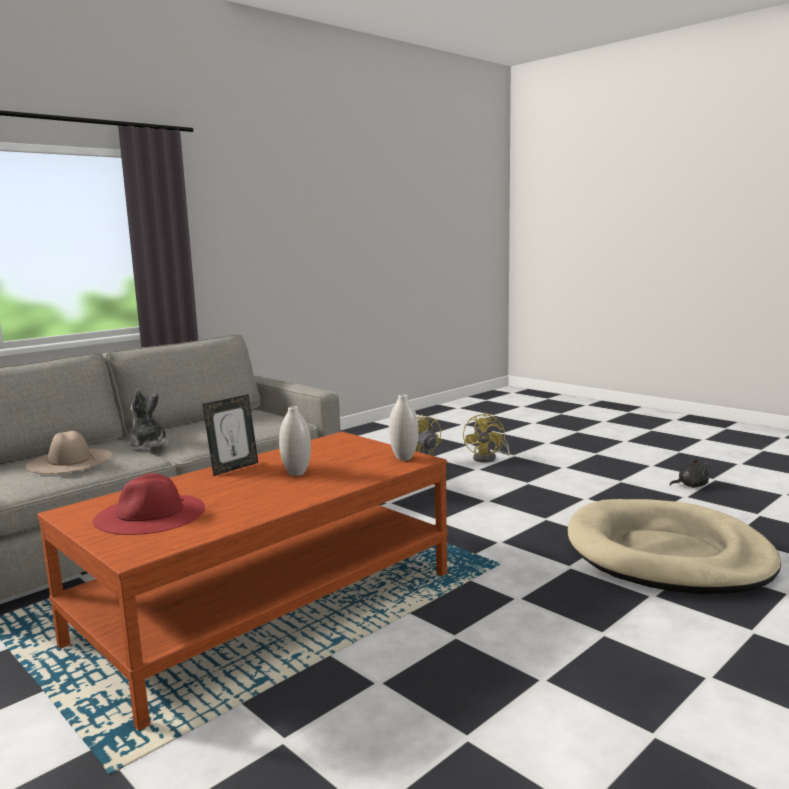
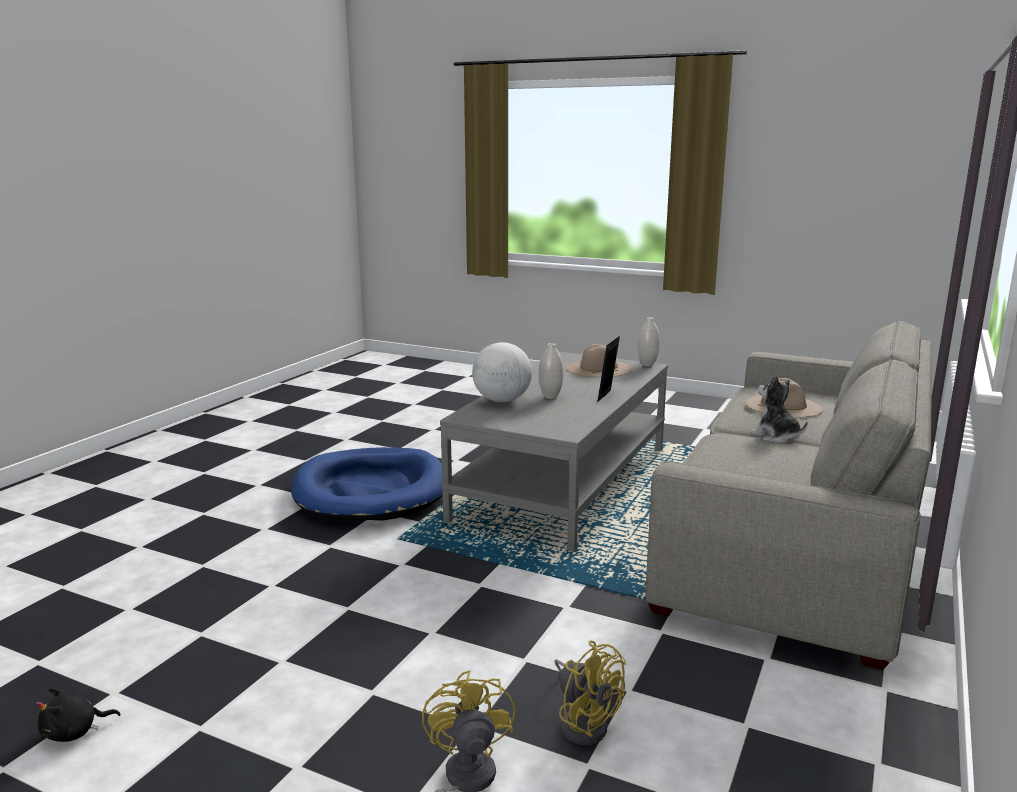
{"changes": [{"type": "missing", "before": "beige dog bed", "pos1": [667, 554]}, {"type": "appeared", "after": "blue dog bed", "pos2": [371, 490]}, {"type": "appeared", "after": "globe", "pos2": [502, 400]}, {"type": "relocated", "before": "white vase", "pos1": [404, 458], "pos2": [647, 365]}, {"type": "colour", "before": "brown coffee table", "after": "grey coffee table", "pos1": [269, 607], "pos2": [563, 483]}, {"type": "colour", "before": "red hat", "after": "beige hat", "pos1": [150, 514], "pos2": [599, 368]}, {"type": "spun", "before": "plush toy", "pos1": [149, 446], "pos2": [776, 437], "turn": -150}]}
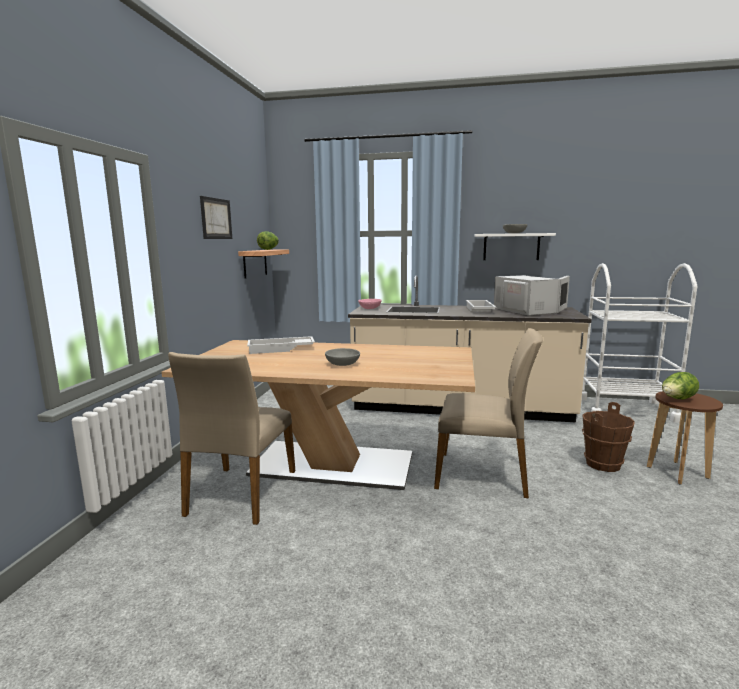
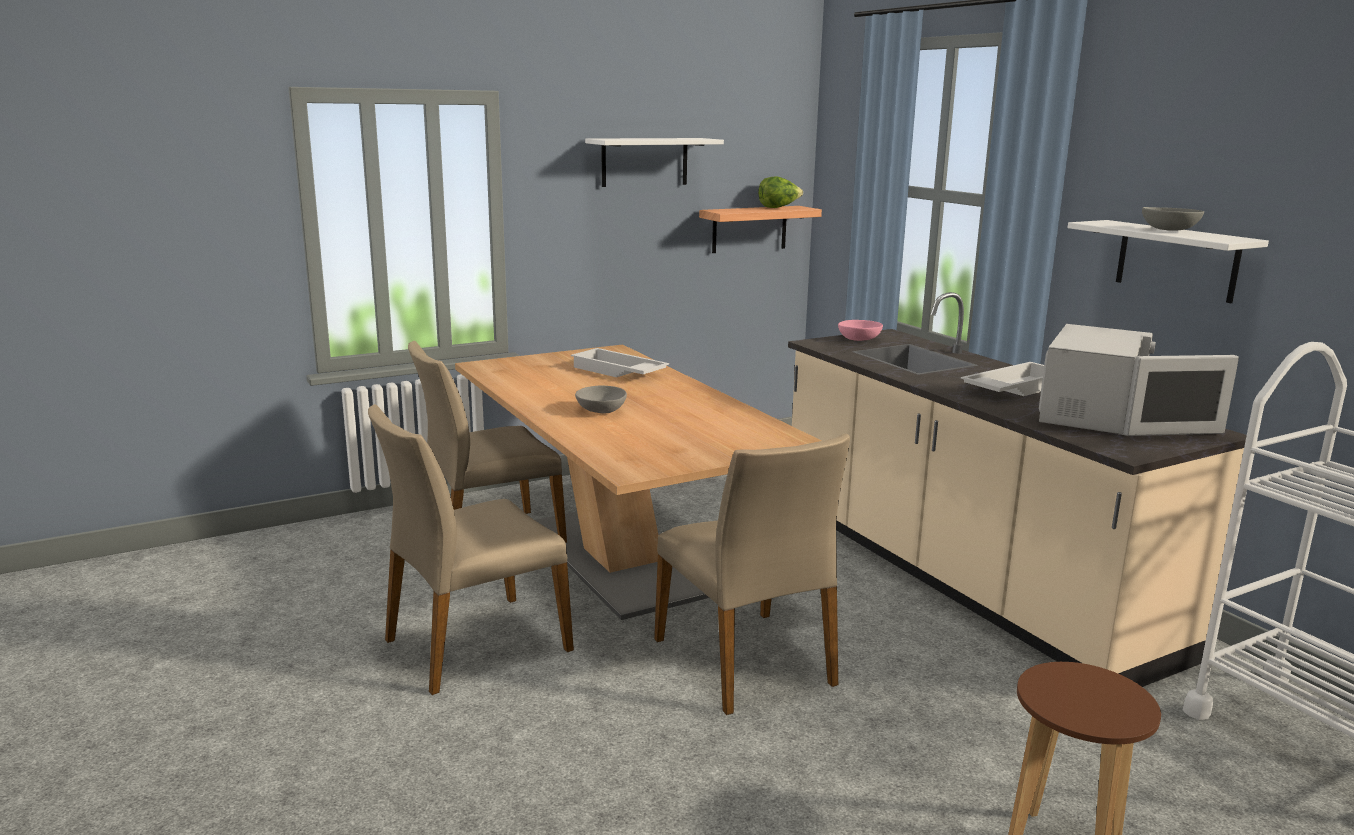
{"changes": [{"type": "missing", "before": "brown bucket", "pos1": [603, 464]}, {"type": "missing", "before": "lettuce", "pos1": [677, 399]}, {"type": "appeared", "after": "beige chair", "pos2": [475, 644]}, {"type": "exchanged", "before": "picture", "after": "white shelf", "pos1": [216, 218], "pos2": [644, 162]}]}
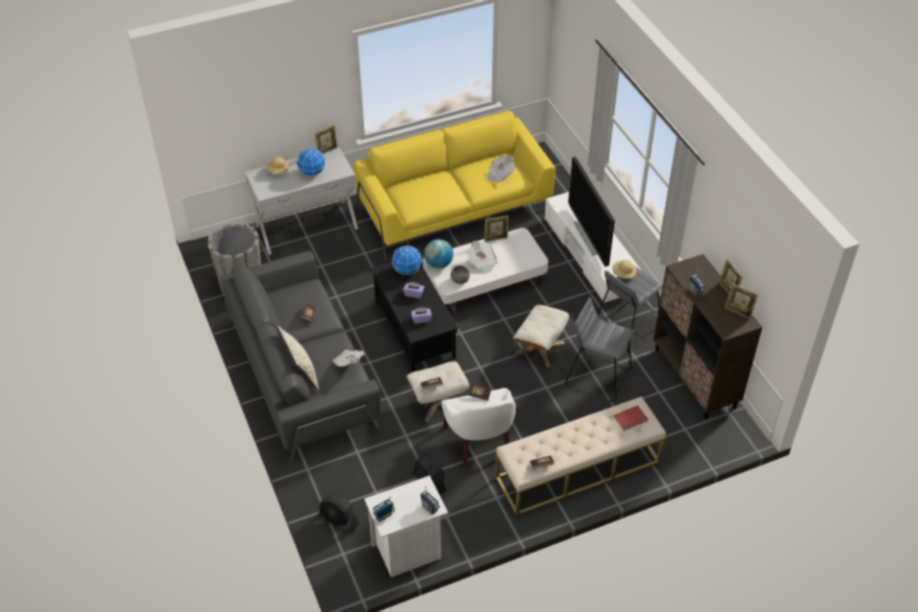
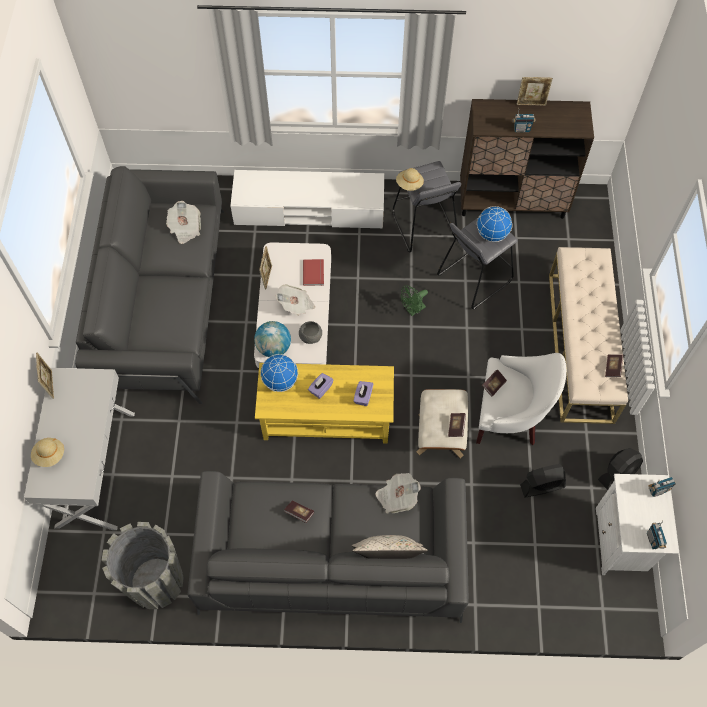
{"changes": [{"type": "missing", "before": "television", "pos1": [590, 237]}, {"type": "missing", "before": "picture frame", "pos1": [738, 312]}, {"type": "relocated", "before": "globe", "pos1": [312, 173], "pos2": [492, 234]}, {"type": "relocated", "before": "black fan", "pos1": [338, 521], "pos2": [618, 473]}, {"type": "relocated", "before": "red book", "pos1": [631, 419], "pos2": [314, 273]}, {"type": "exchanged", "before": "beige ottoman", "after": "green fan", "pos1": [540, 348], "pos2": [413, 310]}, {"type": "colour", "before": "yellow sofa", "after": "grey sofa", "pos1": [454, 207], "pos2": [162, 300]}, {"type": "colour", "before": "black coffee table", "after": "yellow coffee table", "pos1": [414, 329], "pos2": [326, 416]}]}
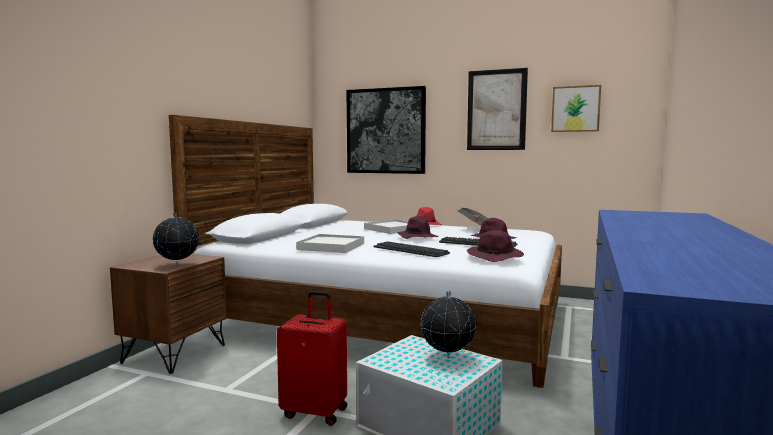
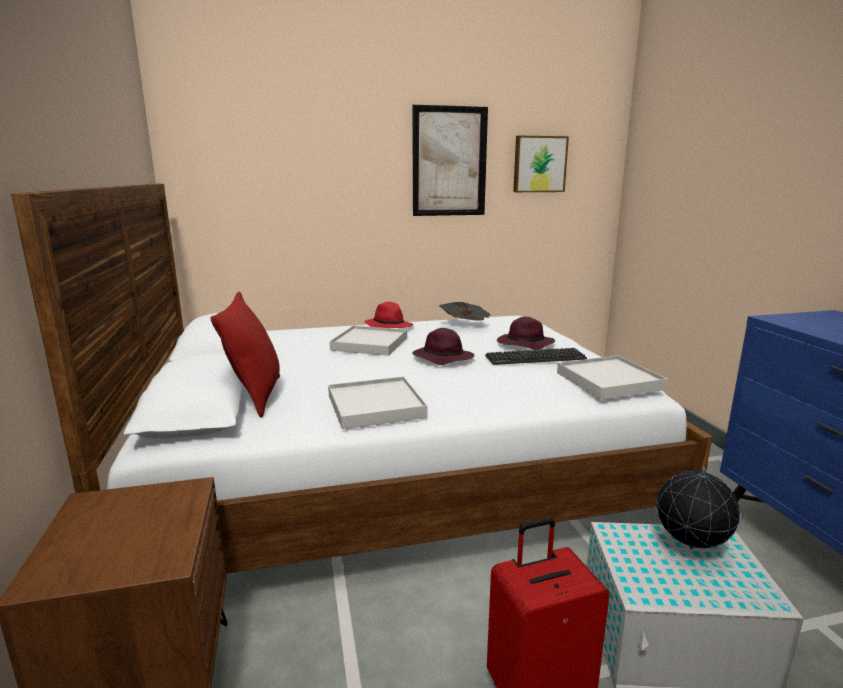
{"changes": [{"type": "missing", "before": "globe", "pos1": [177, 265]}, {"type": "missing", "before": "picture", "pos1": [385, 131]}, {"type": "missing", "before": "keyboard", "pos1": [410, 250]}, {"type": "appeared", "after": "red pillow", "pos2": [256, 396]}, {"type": "exchanged", "before": "purple hat", "after": "white tray", "pos1": [496, 256], "pos2": [609, 381]}]}
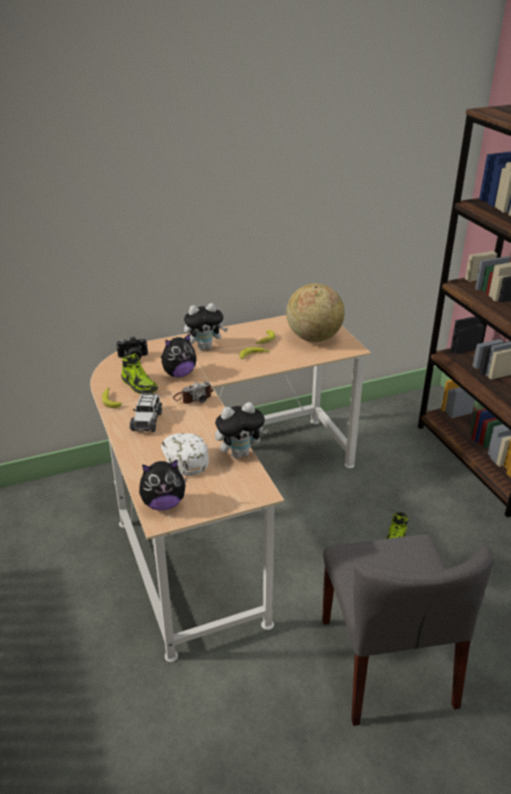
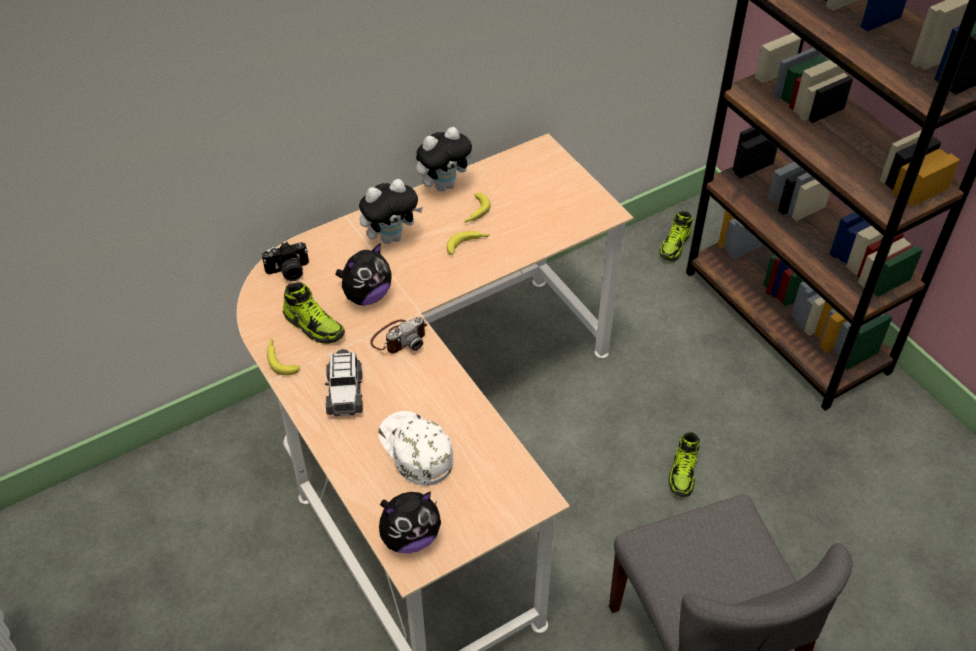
{"changes": [{"type": "missing", "before": "globe", "pos1": [313, 337]}, {"type": "appeared", "after": "shoe", "pos2": [675, 246]}, {"type": "relocated", "before": "plush toy", "pos1": [240, 453], "pos2": [444, 185]}]}
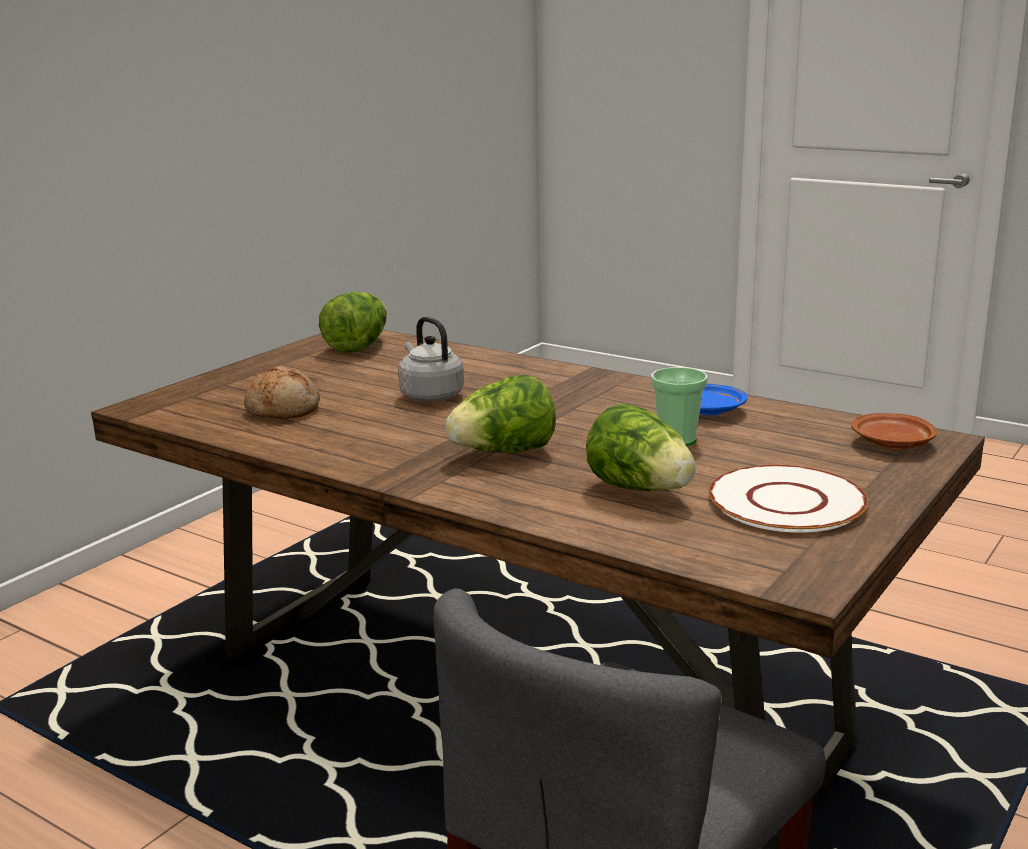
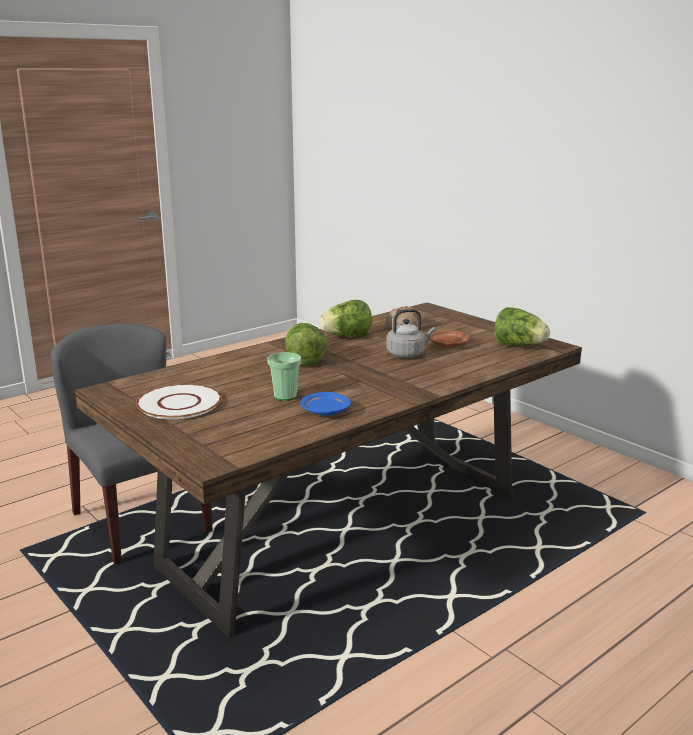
{"changes": [{"type": "relocated", "before": "lettuce", "pos1": [640, 489], "pos2": [347, 337]}, {"type": "relocated", "before": "brown plate", "pos1": [892, 444], "pos2": [448, 345]}]}
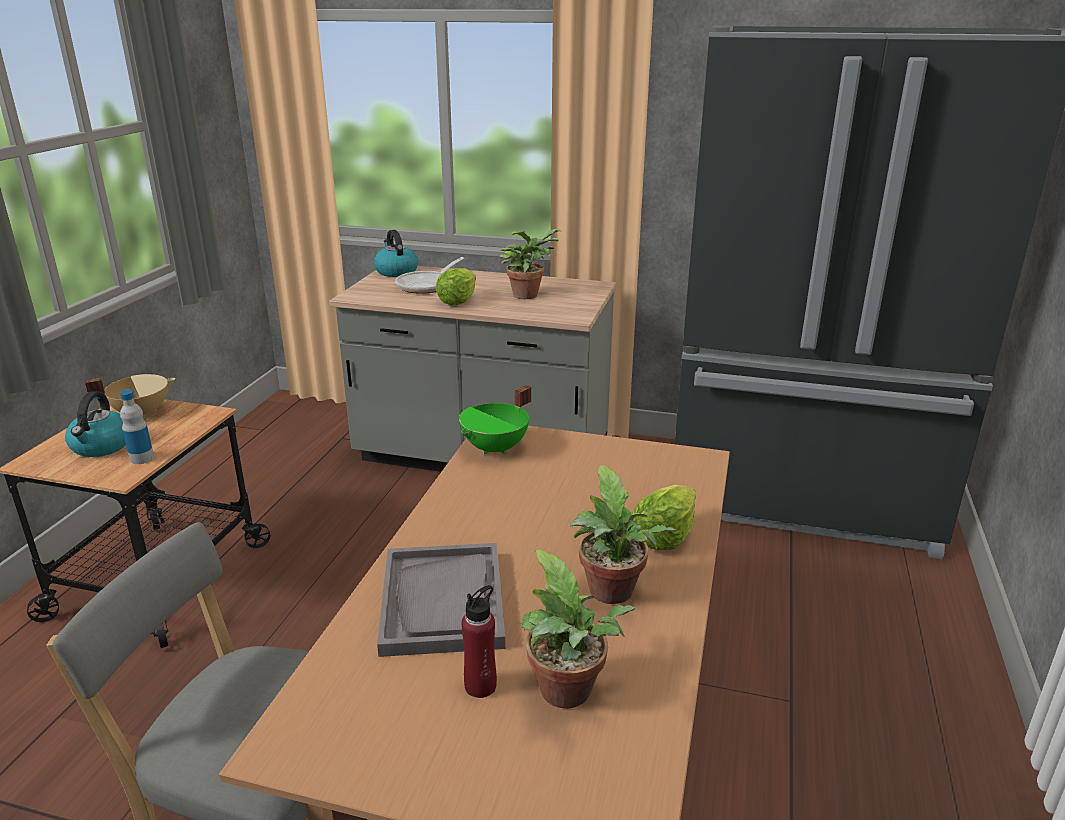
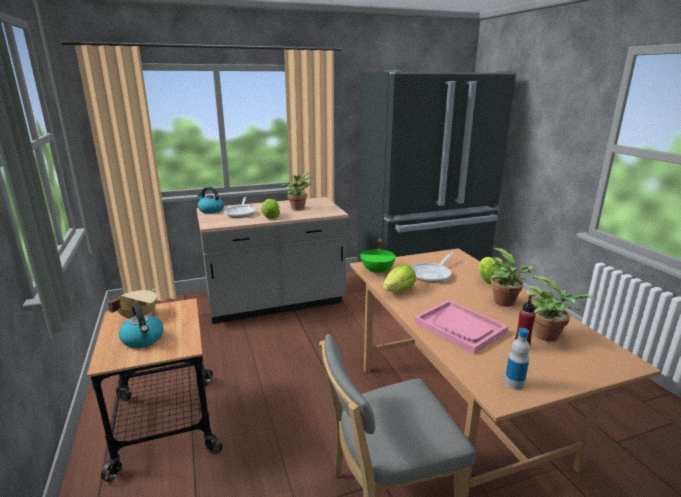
{"changes": [{"type": "appeared", "after": "lettuce", "pos2": [399, 290]}, {"type": "appeared", "after": "frying pan", "pos2": [432, 274]}, {"type": "relocated", "before": "bottle", "pos1": [142, 458], "pos2": [514, 383]}, {"type": "colour", "before": "grey tray", "after": "pink tray", "pos1": [443, 601], "pos2": [460, 327]}]}
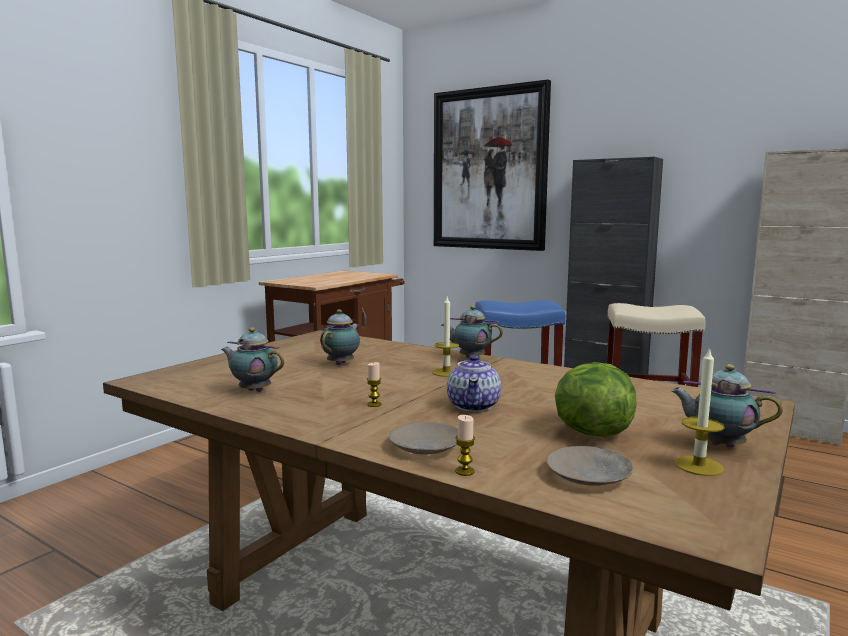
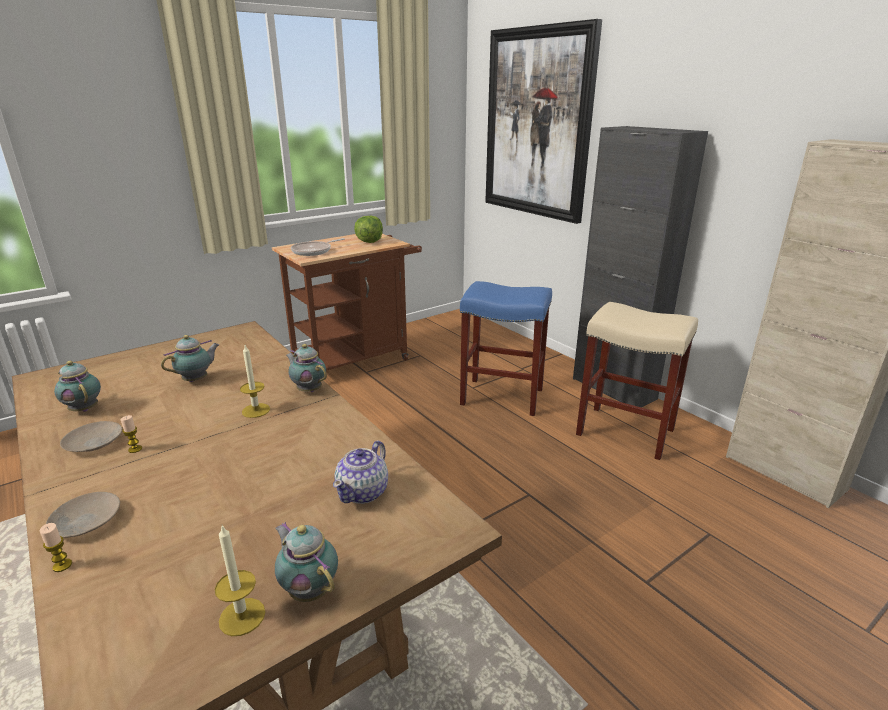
{"changes": [{"type": "appeared", "after": "frying pan", "pos2": [314, 251]}, {"type": "relocated", "before": "teapot", "pos1": [474, 405], "pos2": [363, 492]}, {"type": "relocated", "before": "beige plate", "pos1": [589, 475], "pos2": [94, 442]}, {"type": "relocated", "before": "lettuce", "pos1": [591, 432], "pos2": [369, 242]}]}
